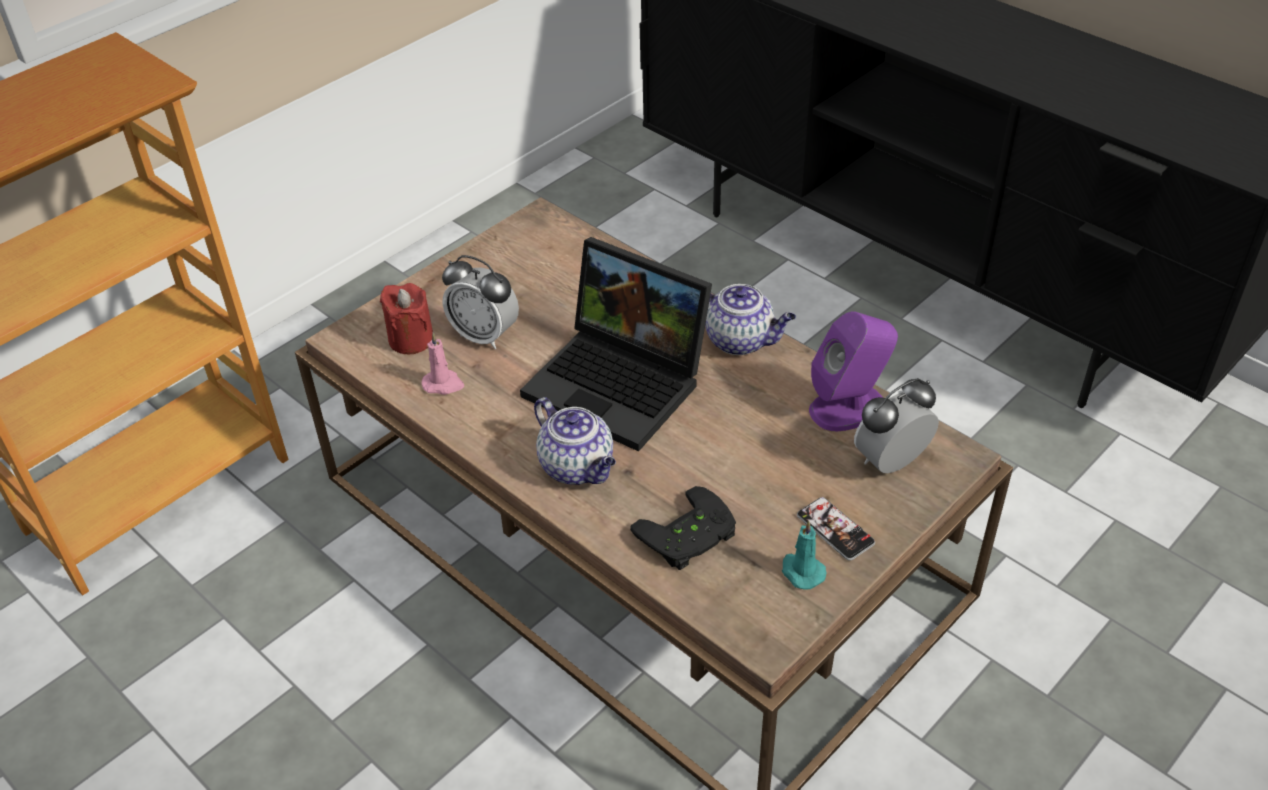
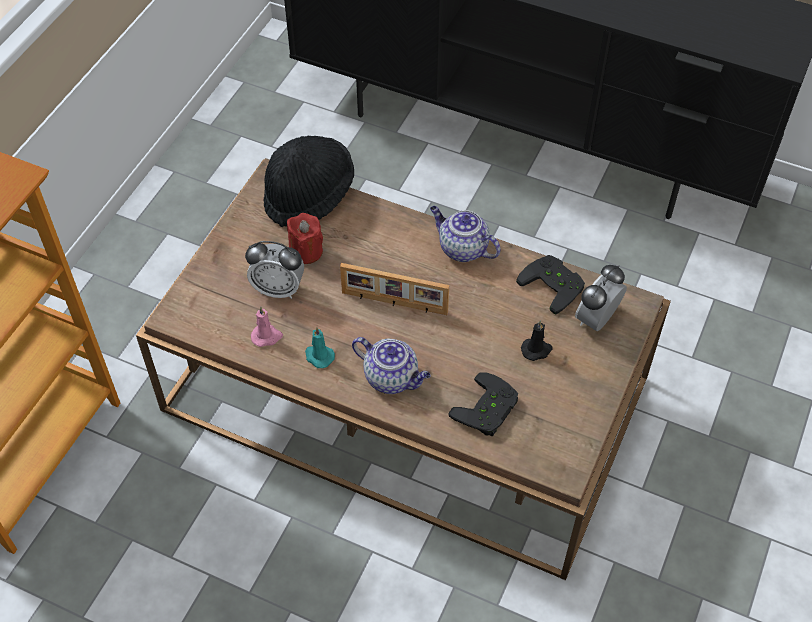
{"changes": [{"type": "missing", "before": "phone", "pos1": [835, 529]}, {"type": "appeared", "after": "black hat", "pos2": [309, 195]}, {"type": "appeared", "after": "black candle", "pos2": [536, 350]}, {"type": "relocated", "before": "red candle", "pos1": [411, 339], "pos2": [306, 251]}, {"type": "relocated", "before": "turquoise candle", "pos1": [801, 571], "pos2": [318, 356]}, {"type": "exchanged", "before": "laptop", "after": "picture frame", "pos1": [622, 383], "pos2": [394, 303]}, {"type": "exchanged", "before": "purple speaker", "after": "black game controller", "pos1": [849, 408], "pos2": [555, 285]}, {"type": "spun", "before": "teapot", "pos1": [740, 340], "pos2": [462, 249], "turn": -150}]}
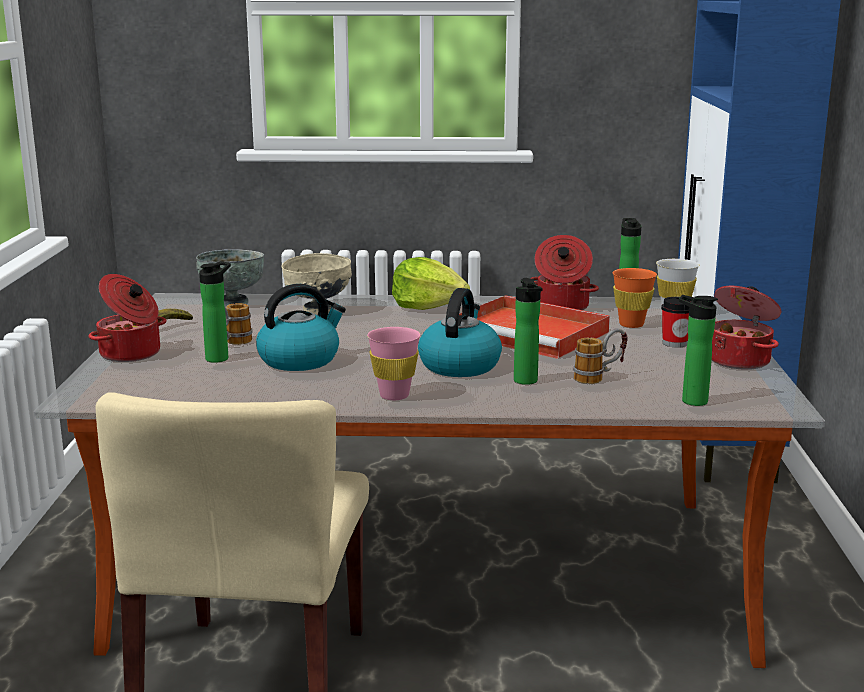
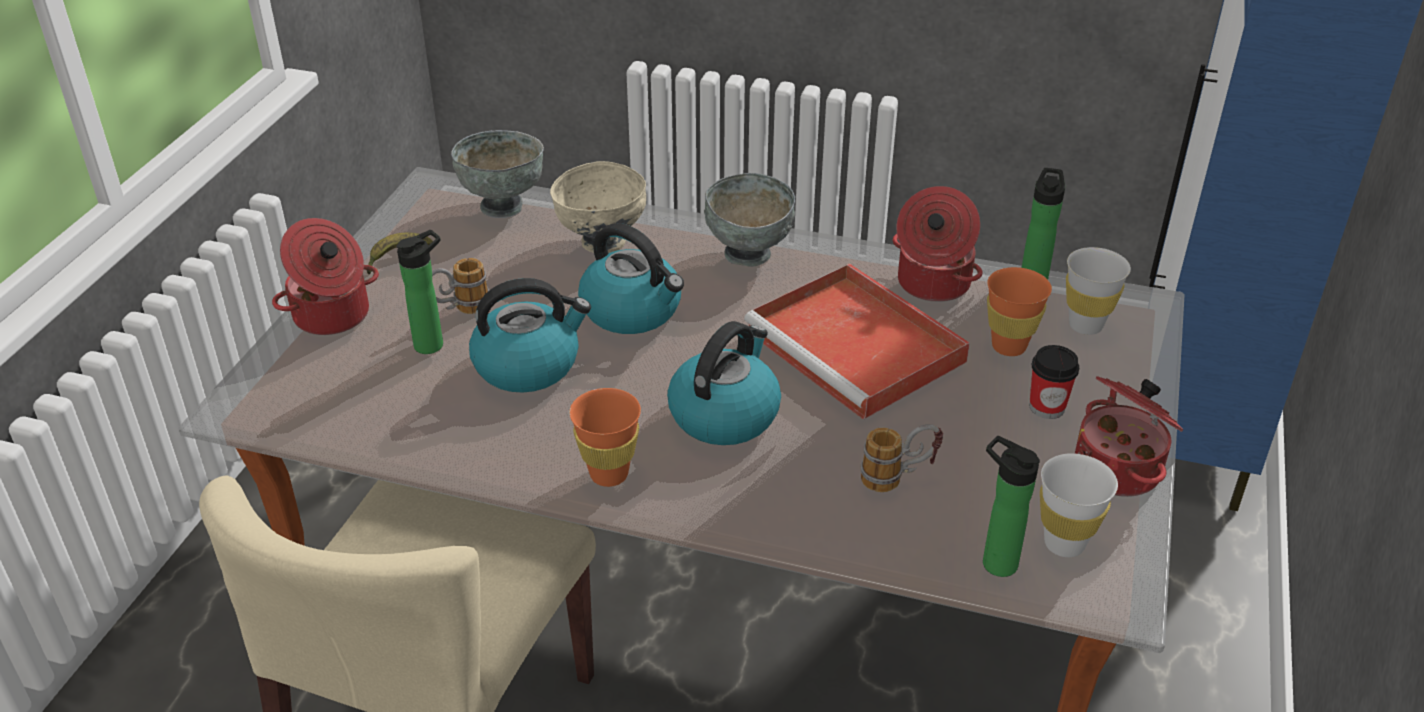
{"changes": [{"type": "missing", "before": "bottle", "pos1": [526, 382]}, {"type": "appeared", "after": "kettle", "pos2": [633, 311]}, {"type": "appeared", "after": "white cup", "pos2": [1064, 543]}, {"type": "exchanged", "before": "lettuce", "after": "grey bowl", "pos1": [428, 306], "pos2": [749, 255]}, {"type": "colour", "before": "pink cup", "after": "orange cup", "pos1": [394, 395], "pos2": [609, 474]}]}
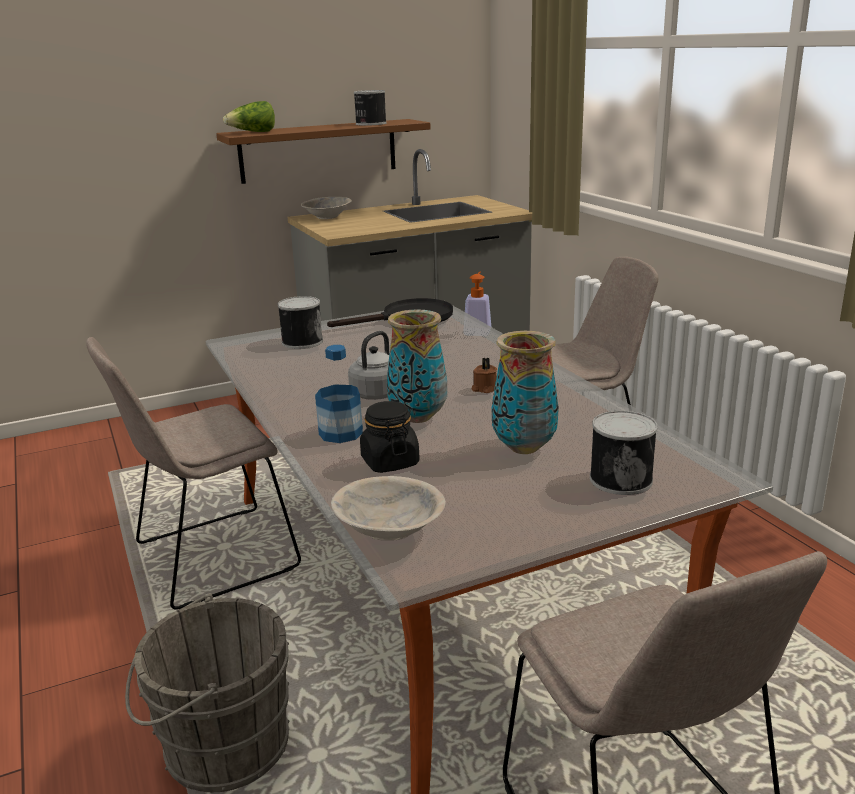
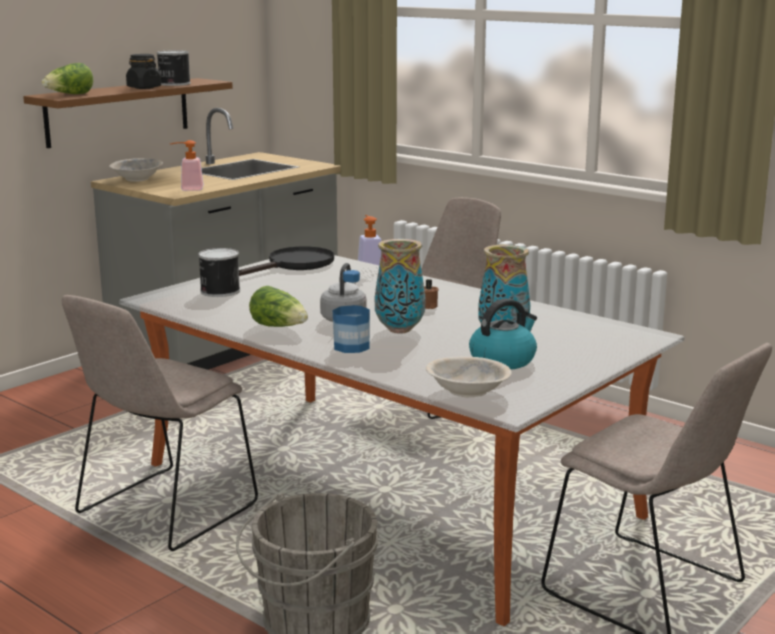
{"changes": [{"type": "missing", "before": "can", "pos1": [621, 478]}, {"type": "appeared", "after": "soap dispenser", "pos2": [187, 189]}, {"type": "appeared", "after": "lettuce", "pos2": [280, 327]}, {"type": "appeared", "after": "kettle", "pos2": [503, 360]}, {"type": "relocated", "before": "black jar", "pos1": [389, 462], "pos2": [144, 88]}]}
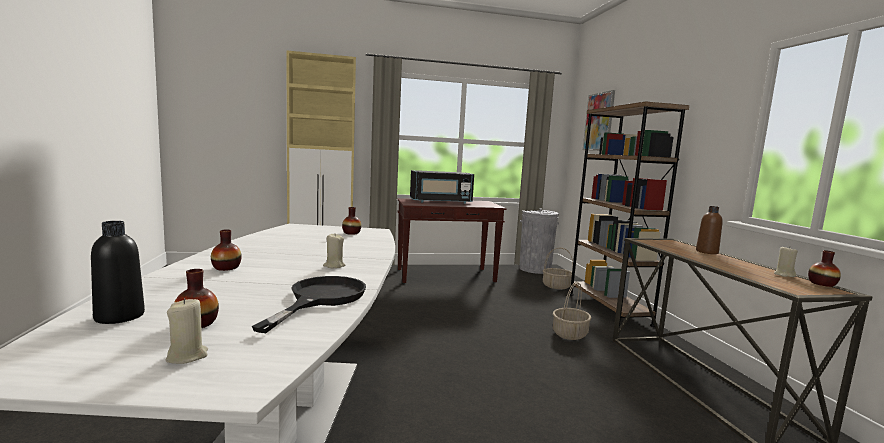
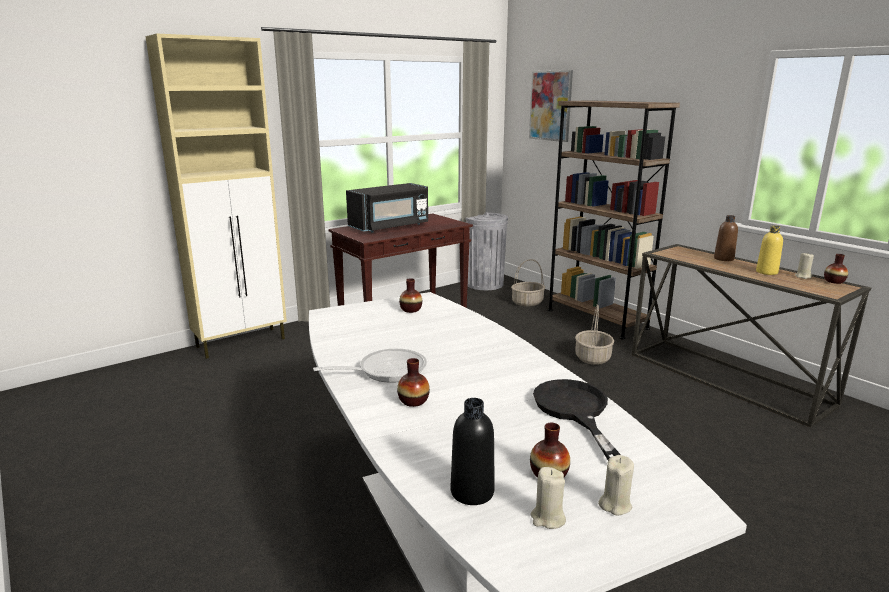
{"changes": [{"type": "appeared", "after": "frying pan", "pos2": [386, 371]}, {"type": "appeared", "after": "yellow bottle", "pos2": [766, 272]}, {"type": "relocated", "before": "beige candle", "pos1": [334, 266], "pos2": [547, 518]}]}
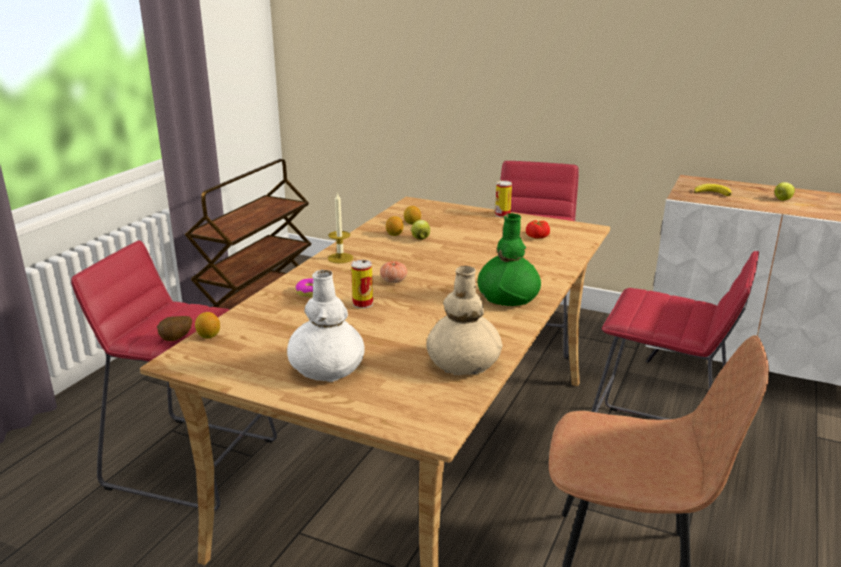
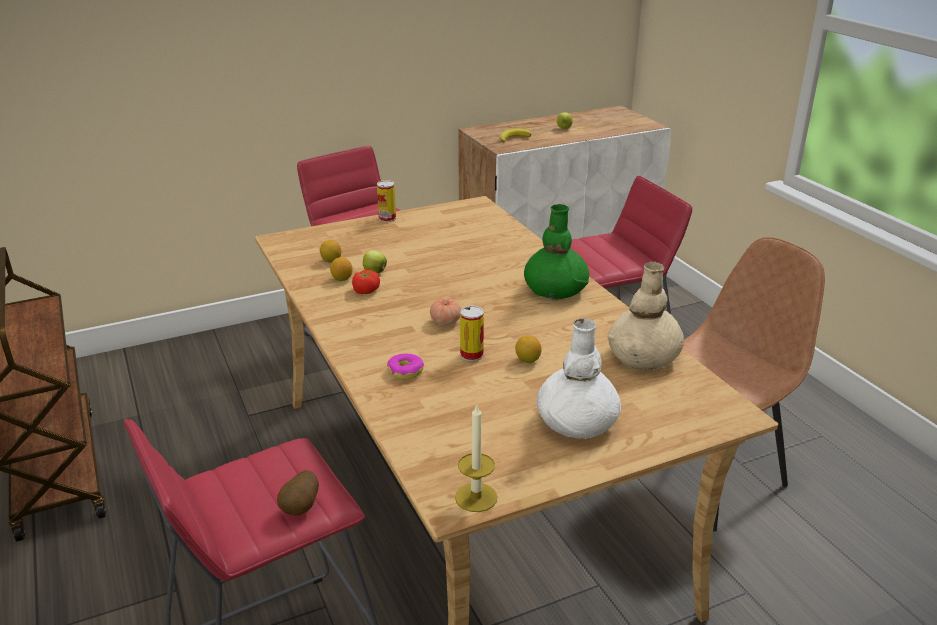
{"changes": [{"type": "relocated", "before": "lemon", "pos1": [208, 336], "pos2": [527, 360]}, {"type": "relocated", "before": "candle", "pos1": [340, 258], "pos2": [476, 497]}, {"type": "relocated", "before": "tomato", "pos1": [537, 236], "pos2": [365, 290]}]}
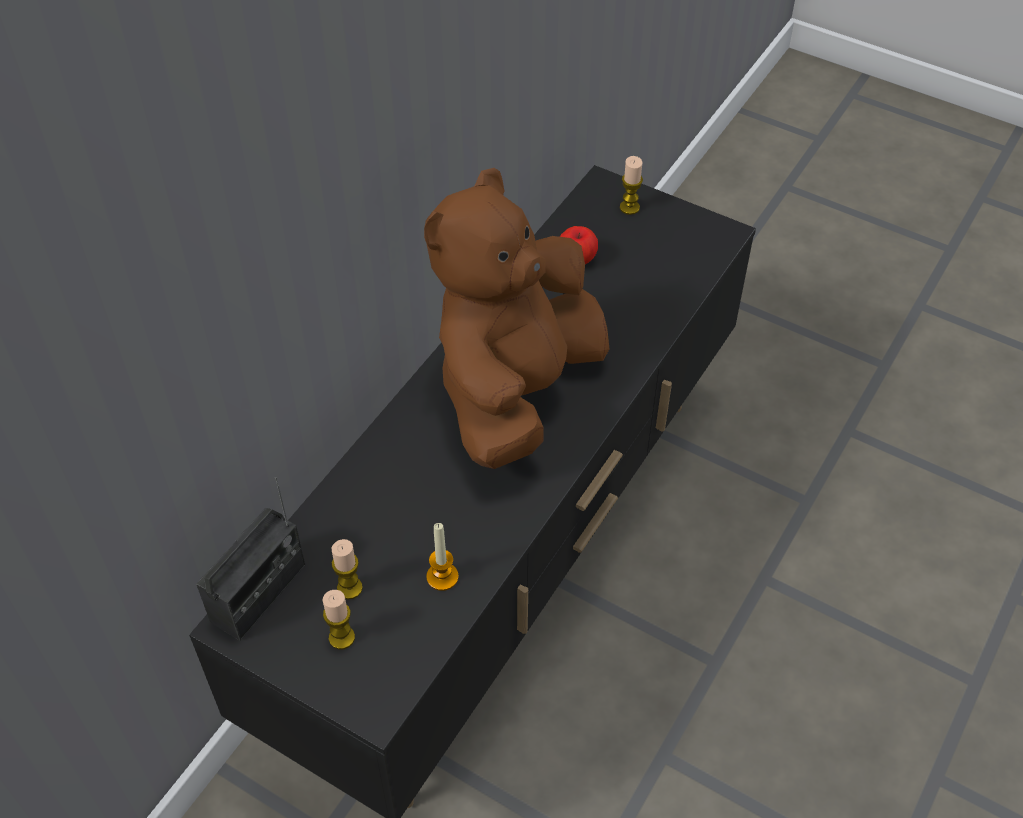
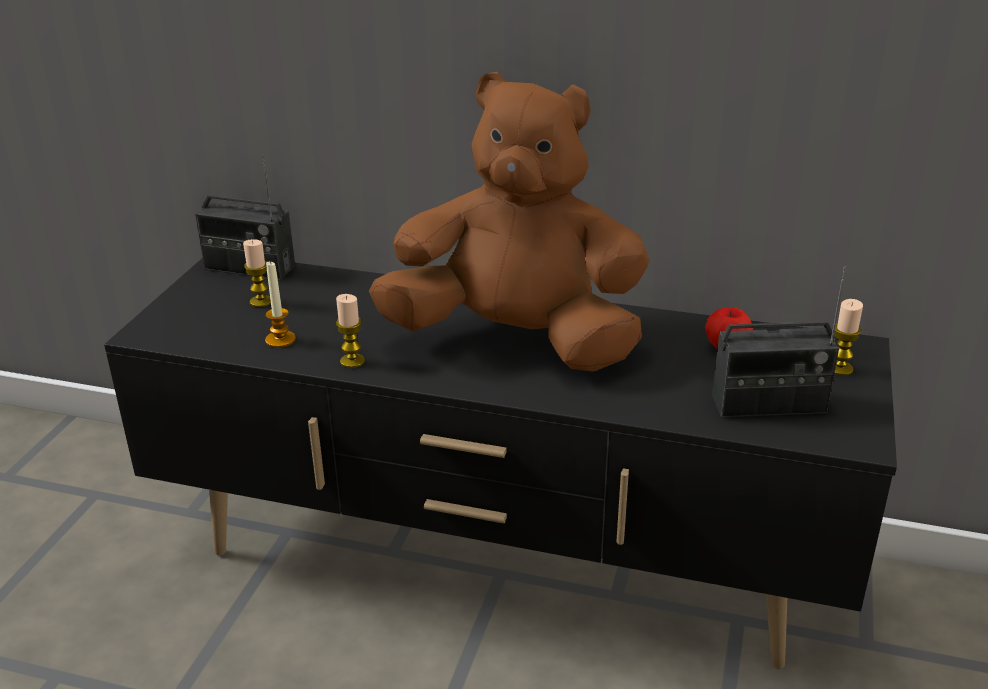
{"changes": [{"type": "appeared", "after": "radio", "pos2": [769, 404]}, {"type": "relocated", "before": "candle", "pos1": [341, 637], "pos2": [352, 361]}]}
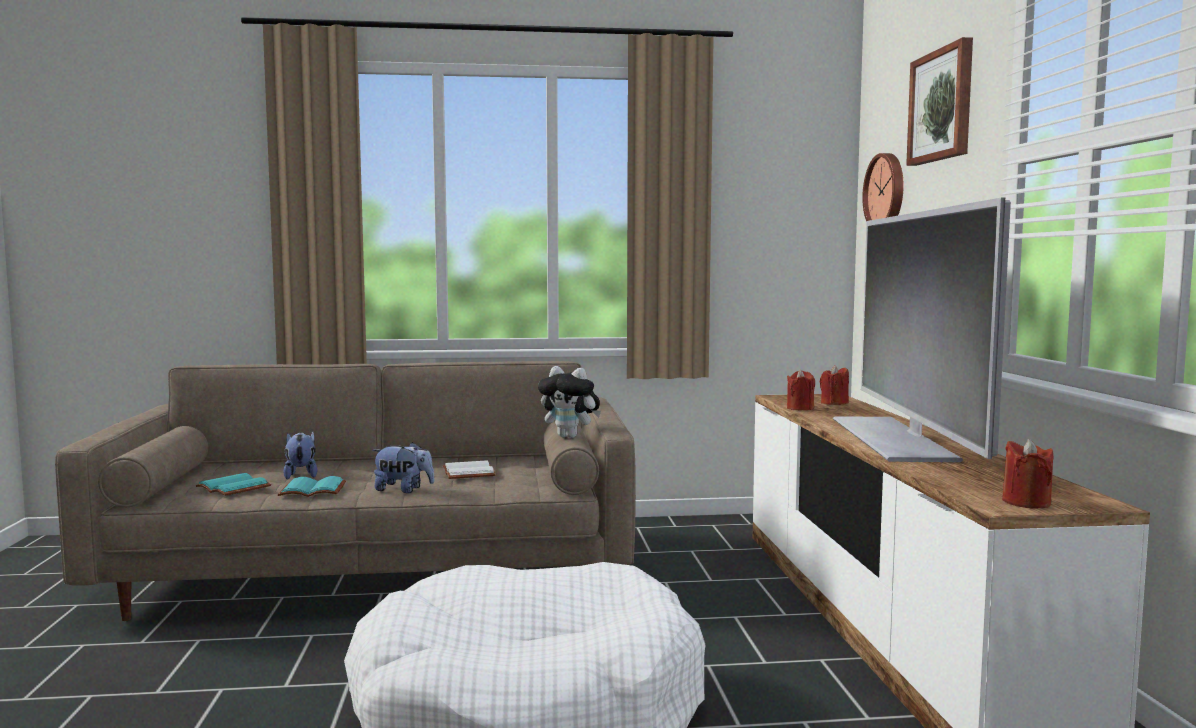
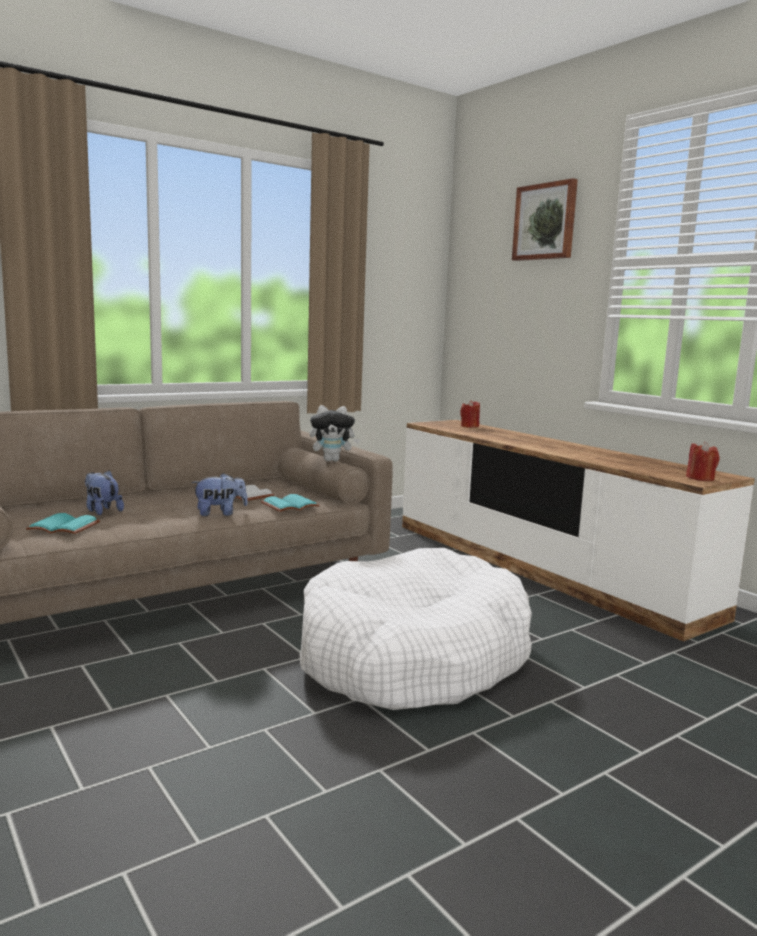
{"changes": [{"type": "missing", "before": "red candle", "pos1": [800, 408]}, {"type": "missing", "before": "television", "pos1": [894, 438]}, {"type": "missing", "before": "wall clock", "pos1": [886, 192]}, {"type": "relocated", "before": "turquoise book", "pos1": [311, 491], "pos2": [290, 506]}]}
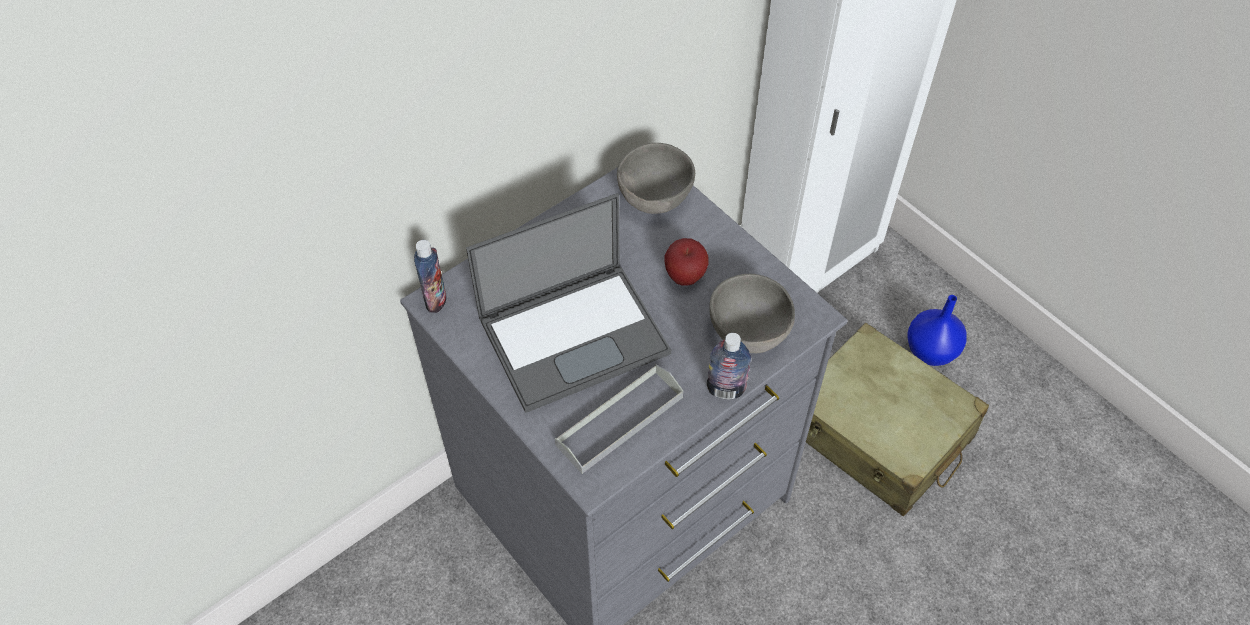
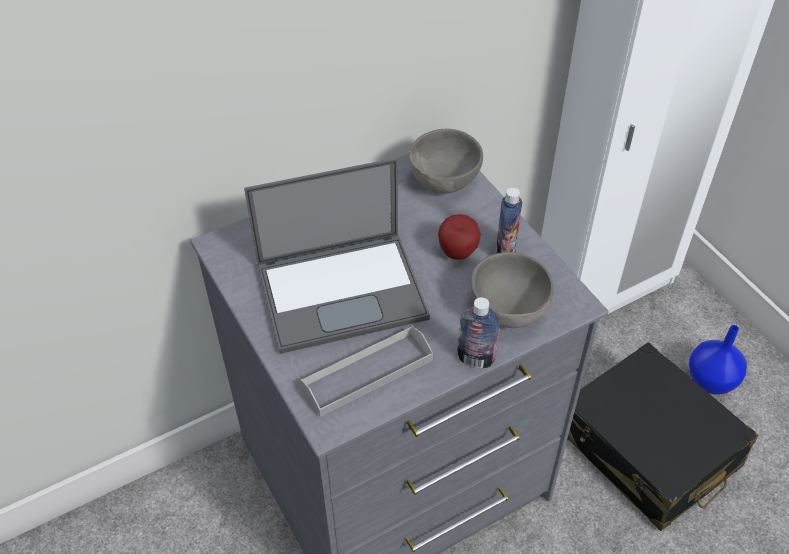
{"changes": [{"type": "relocated", "before": "bottle", "pos1": [435, 300], "pos2": [505, 251]}, {"type": "colour", "before": "beige suitcase", "after": "black suitcase", "pos1": [879, 433], "pos2": [648, 449]}]}
